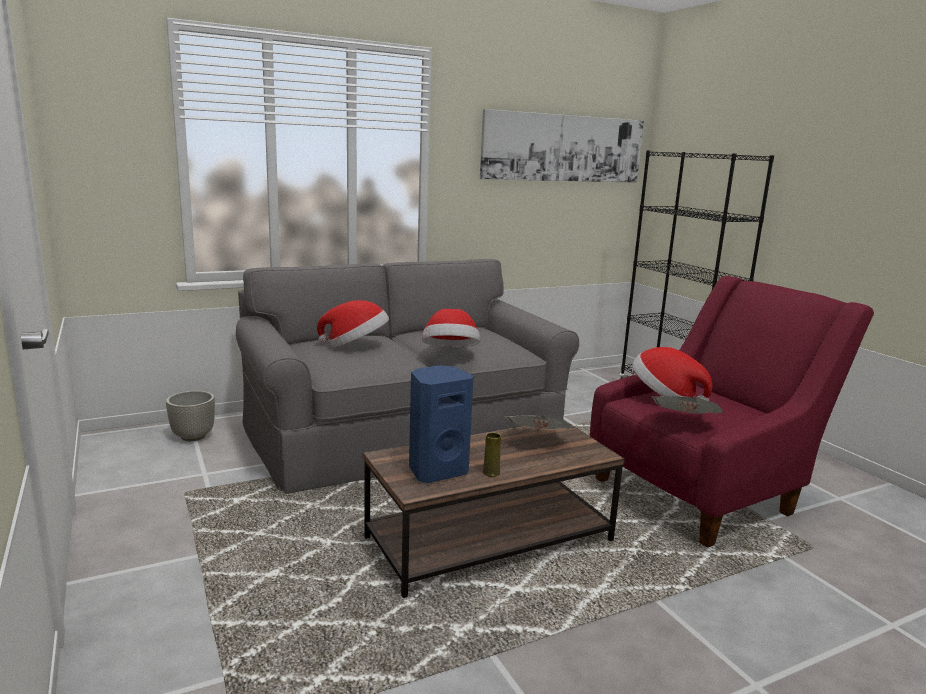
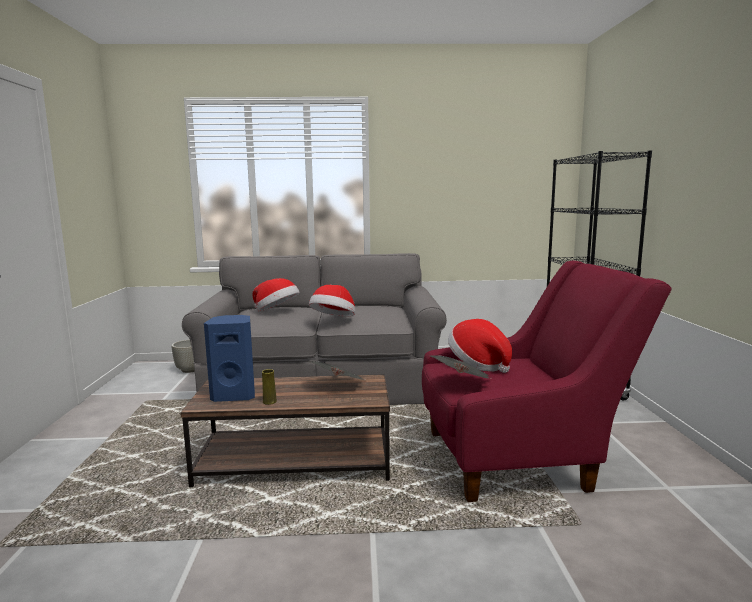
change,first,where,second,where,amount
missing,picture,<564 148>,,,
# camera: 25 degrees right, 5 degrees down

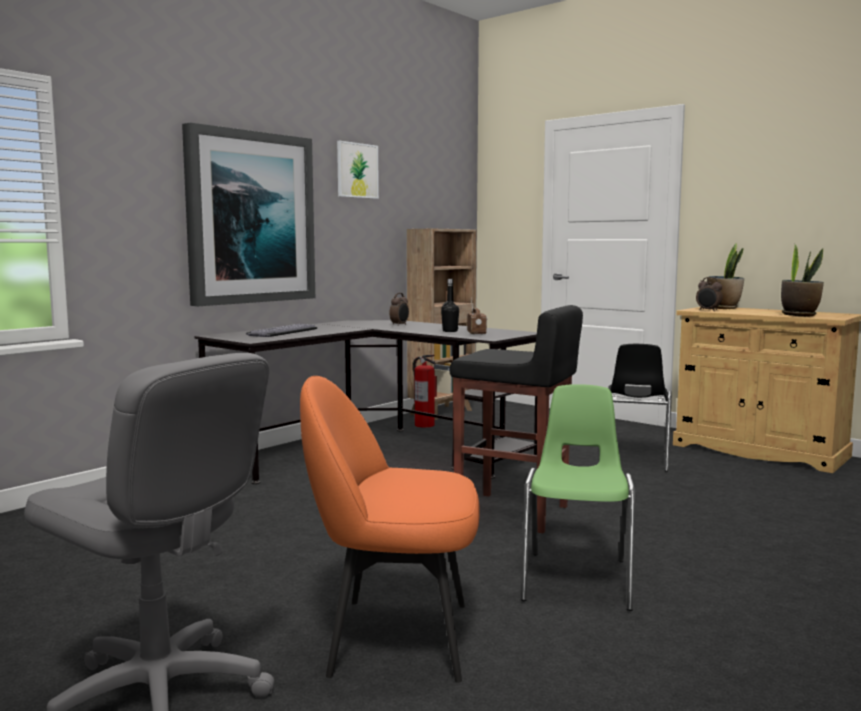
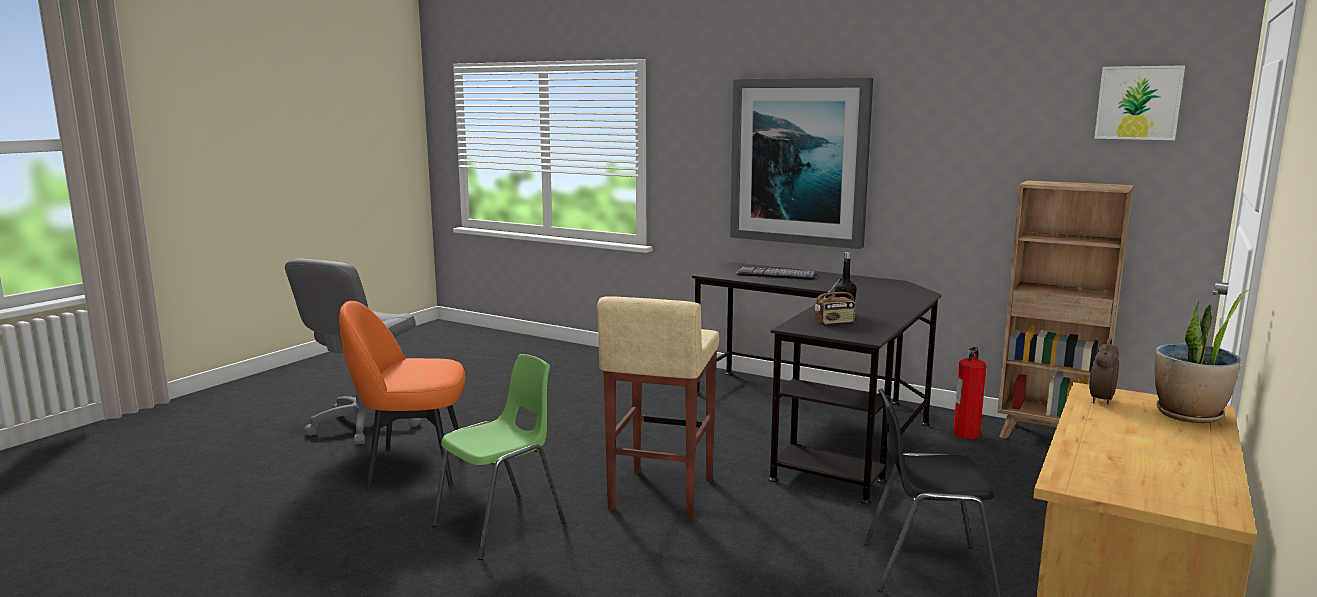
change,first,where,second,where,amount
missing,alarm clock,<399 325>,,,
missing,potted plant,<799 315>,,,
relocated,picture,<357 170>,,<1138 103>,
colour,stool (black),<513 513>,stool (beige),<660 495>,
spun,chair (orange),<395 637>,,<413 467>,90 degrees counterclockwise
spun,chair (green),<577 579>,,<501 525>,45 degrees counterclockwise
# camera: 80 degrees right, 5 degrees up

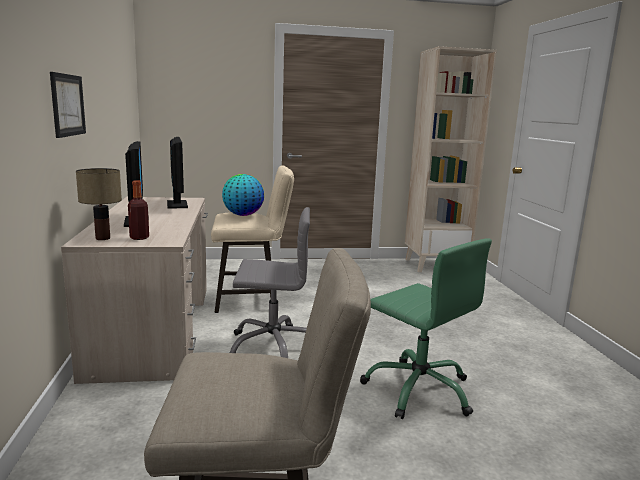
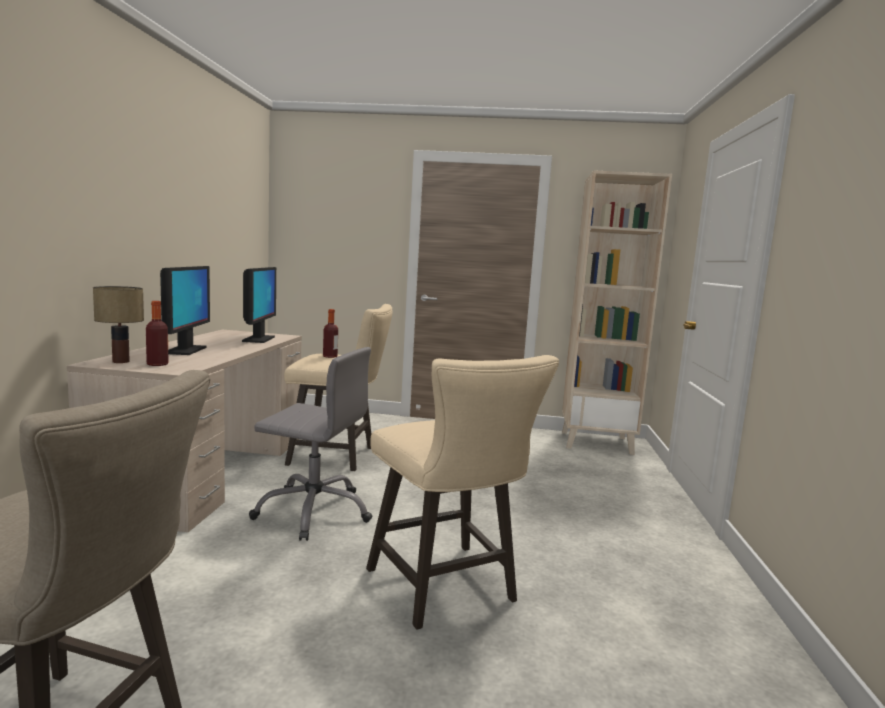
change,first,where,second,where,amount
missing,picture,<67 105>,,,
exchanged,globe,<243 215>,bottle,<330 356>,
exchanged,office chair (green),<419 390>,stool (beige),<447 590>,
# camera: 15 degrees right, 5 degrees down

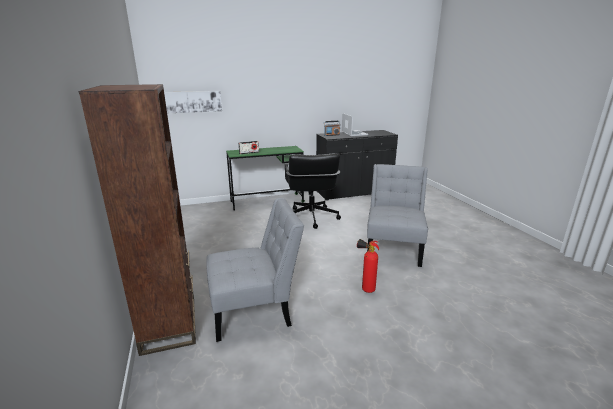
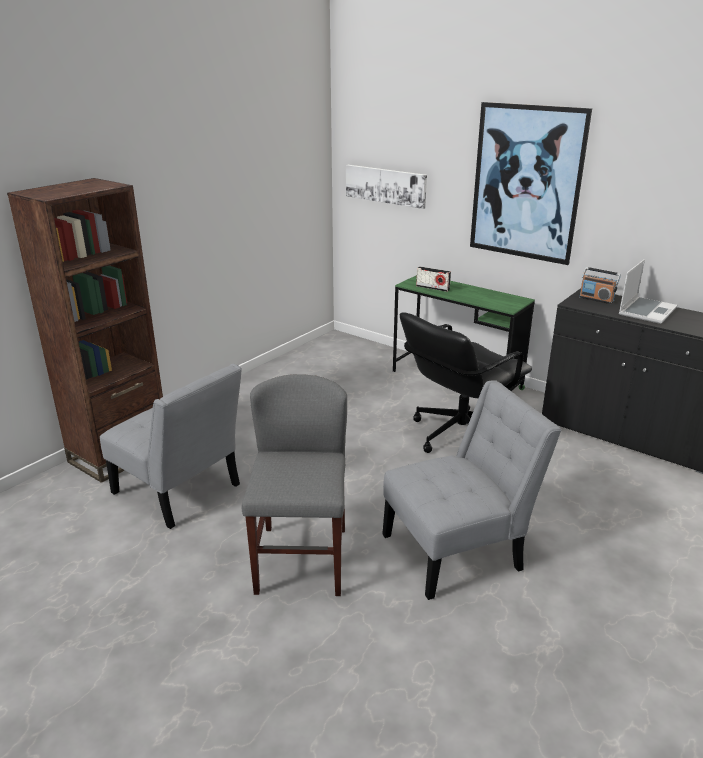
change,first,where,second,where,amount
appeared,,,picture,<526 183>,
exchanged,fire extinguisher,<365 289>,chair (grey),<301 560>,
# camera: 55 degrees right, 5 degrees up

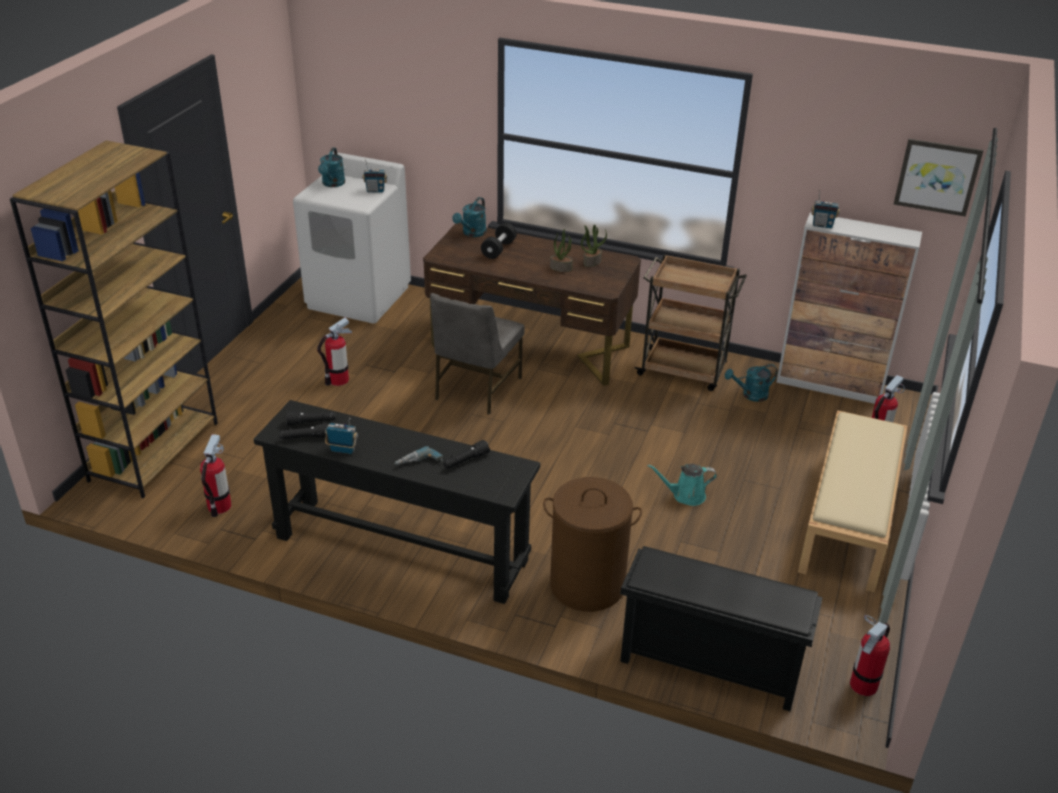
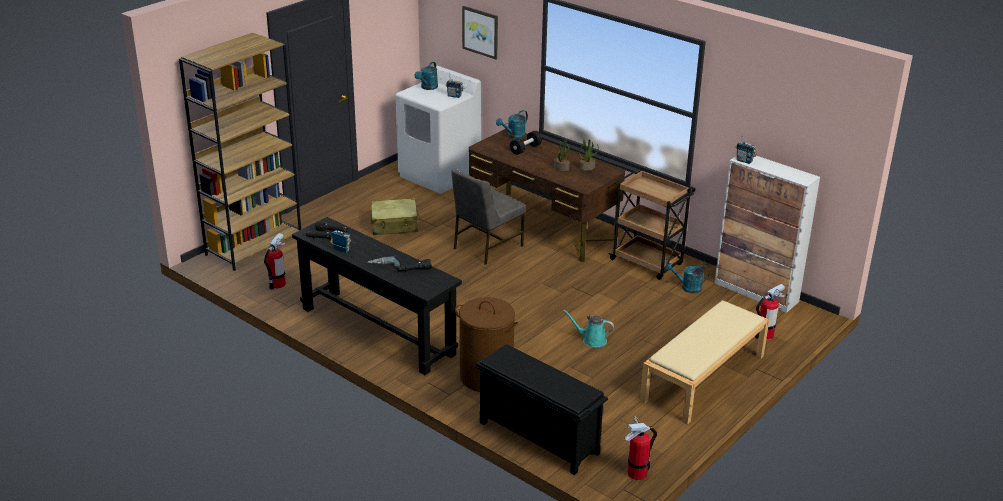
change,first,where,second,where,amount
relocated,picture,<937 176>,,<480 32>,
exchanged,fire extinguisher,<338 380>,suitcase (beige),<395 225>,
# camera: 20 degrees right, 5 degrees down

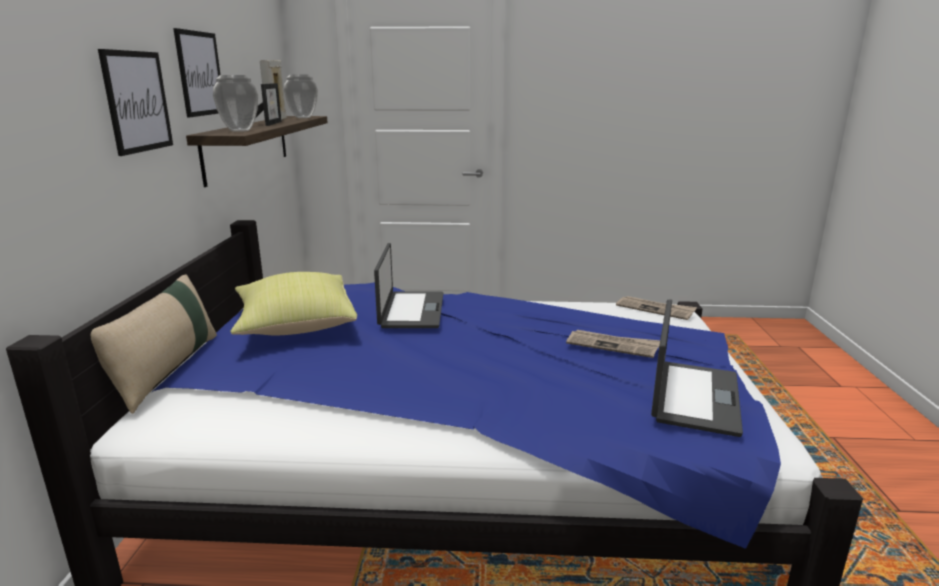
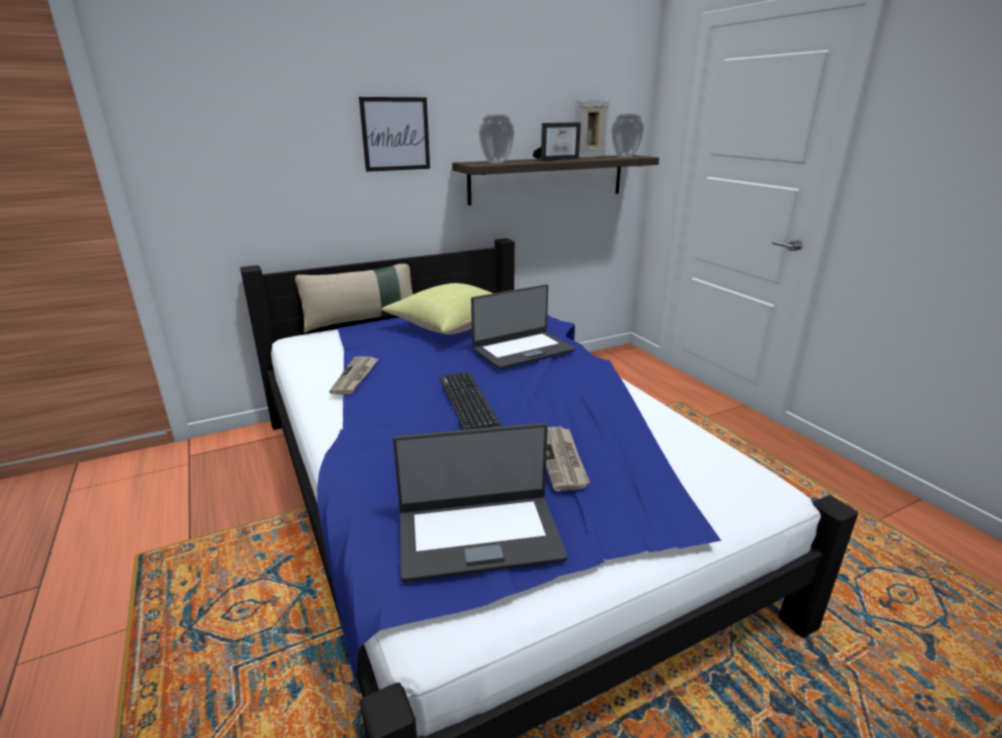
change,first,where,second,where,amount
missing,picture,<200 73>,,,
appeared,,,keyboard,<468 402>,
relocated,newspaper,<655 309>,,<355 377>,
# camera: 60 degrees right, 5 degrees up

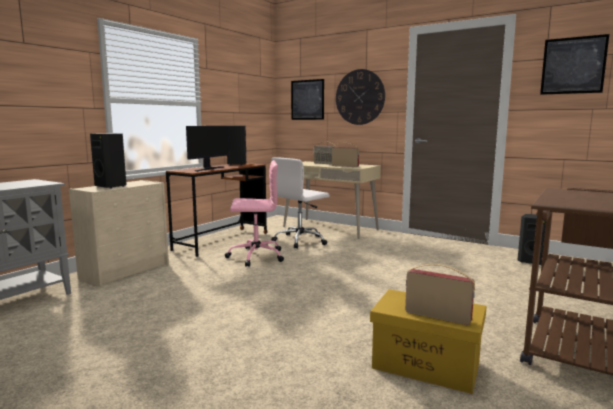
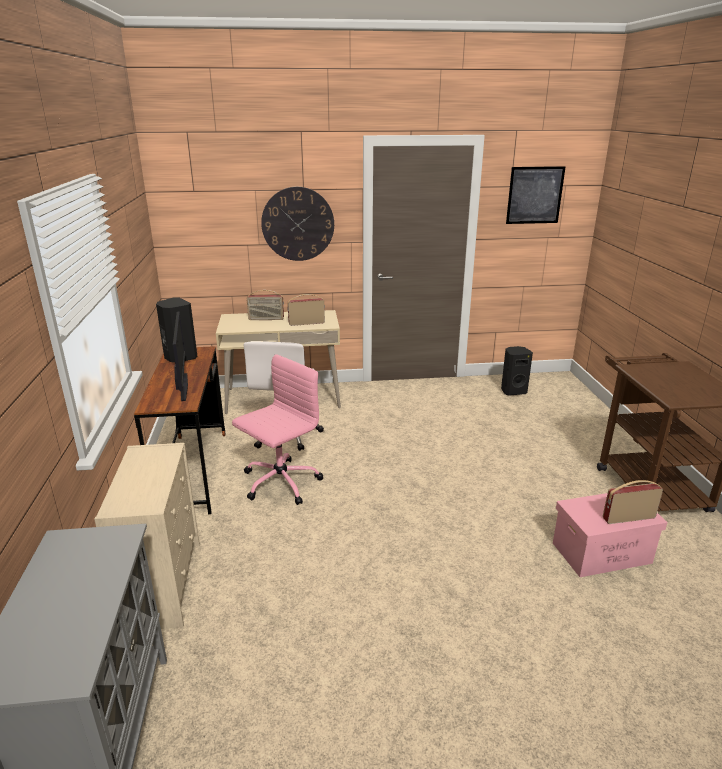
change,first,where,second,where,amount
missing,speaker (black),<112 186>,,,
missing,picture,<307 100>,,,
colour,storage box (yellow),<424 365>,storage box (pink),<600 553>,
# camera: 40 degrees left, 15 degrees up

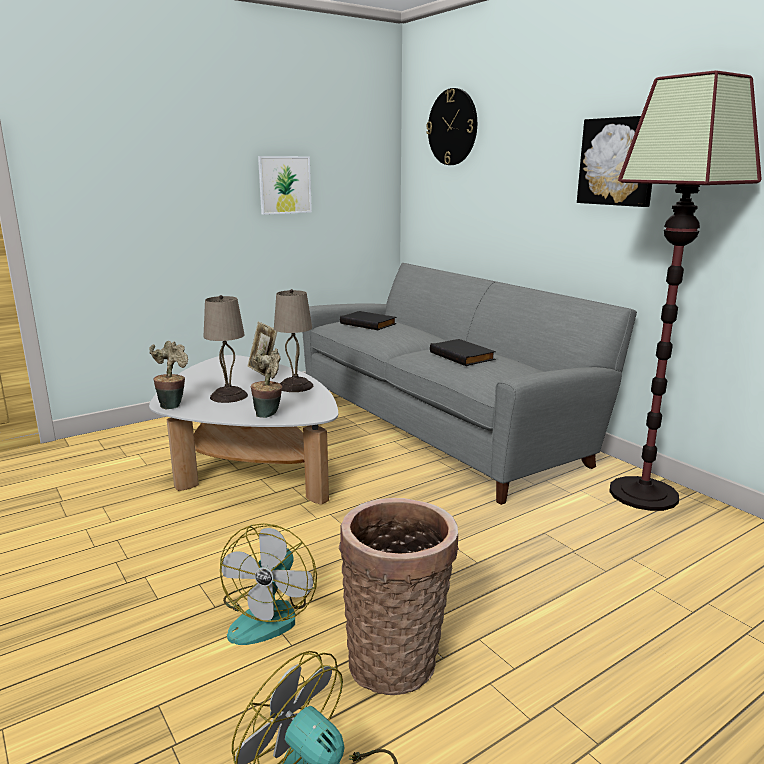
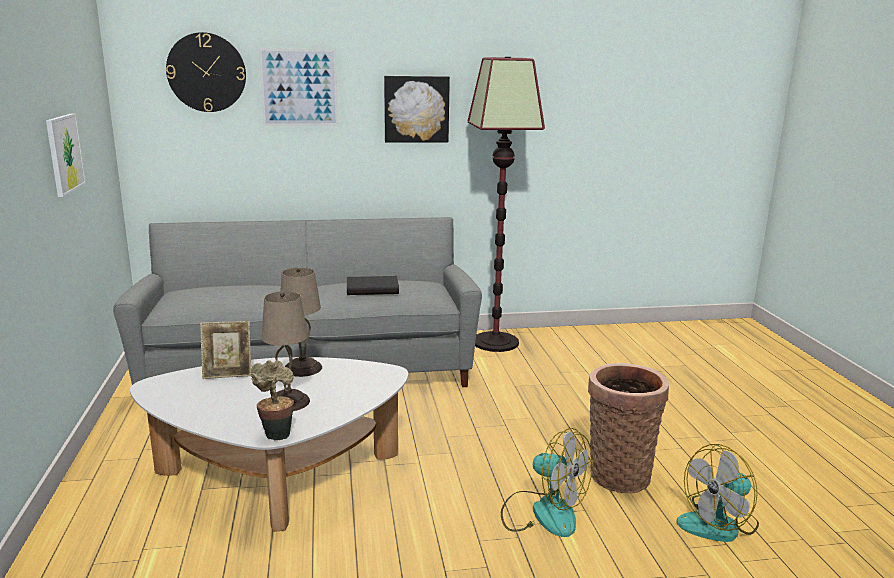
change,first,where,second,where,amount
missing,potted plant,<269 413>,,,
missing,book (black),<369 323>,,,
appeared,,,picture,<299 88>,
# camera: 65 degrees left, 0 degrees up

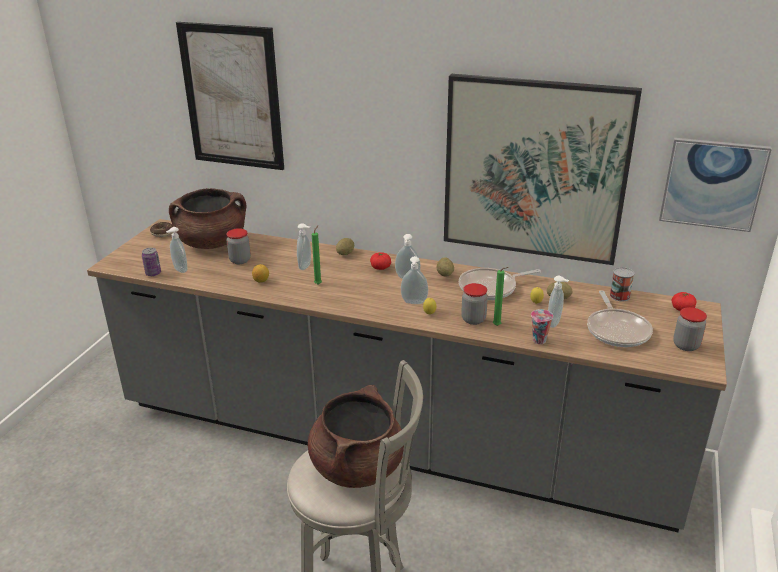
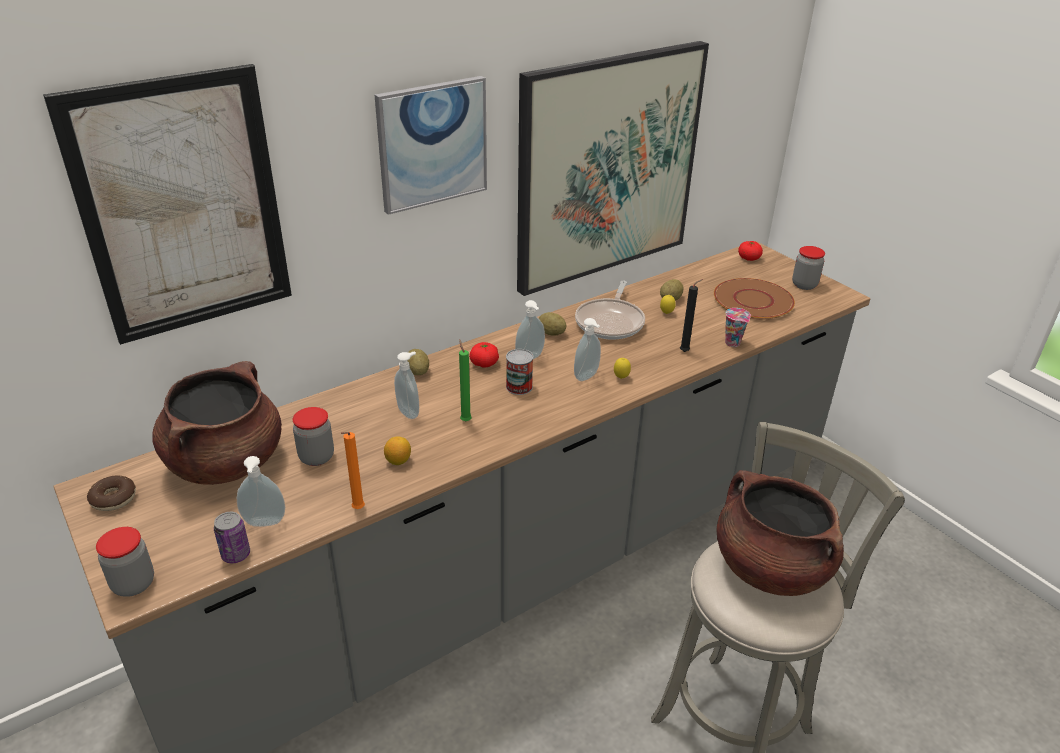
change,first,where,second,where,amount
missing,soap dispenser,<555 323>,,,
appeared,,,candle (orange),<357 510>,
relocated,jar,<473 319>,,<133 584>,
relocated,can,<619 296>,,<519 387>,
relocated,picture,<712 184>,,<432 144>,
exchanged,frying pan,<617 330>,plate (brown),<752 300>,
colour,candle (green),<498 326>,candle (black),<686 351>,
# camera: 55 degrees left, 5 degrees up

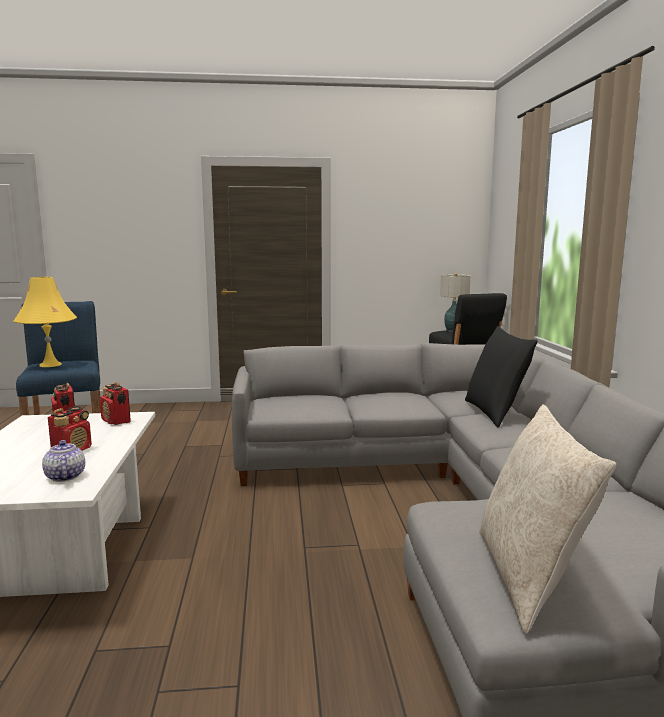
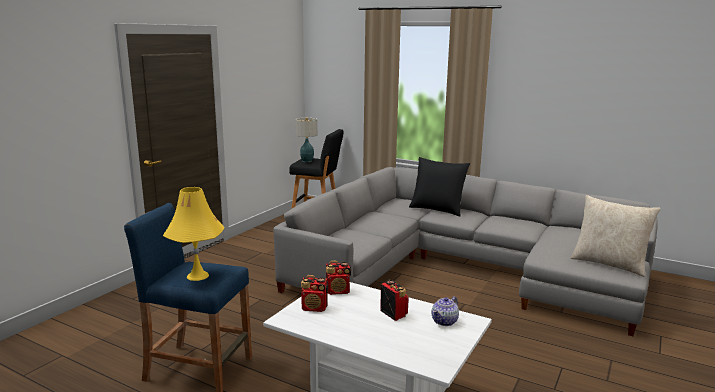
change,first,where,second,where,amount
spun,teapot,<64 477>,,<445 321>,60 degrees counterclockwise
# camera: 55 degrees left, 5 degrees up

